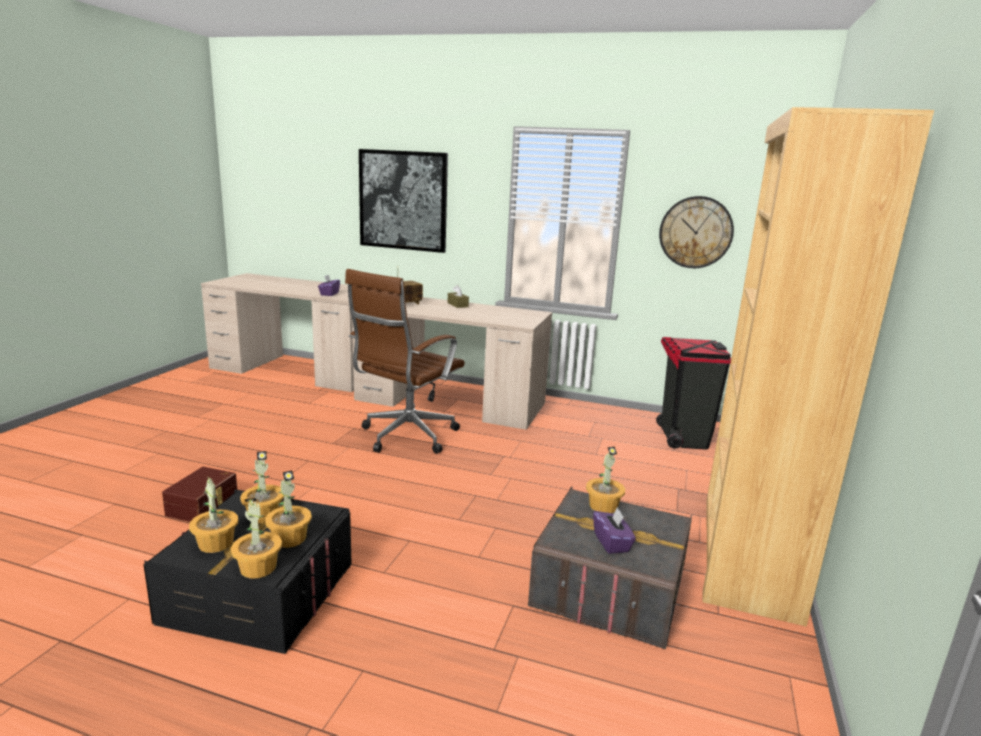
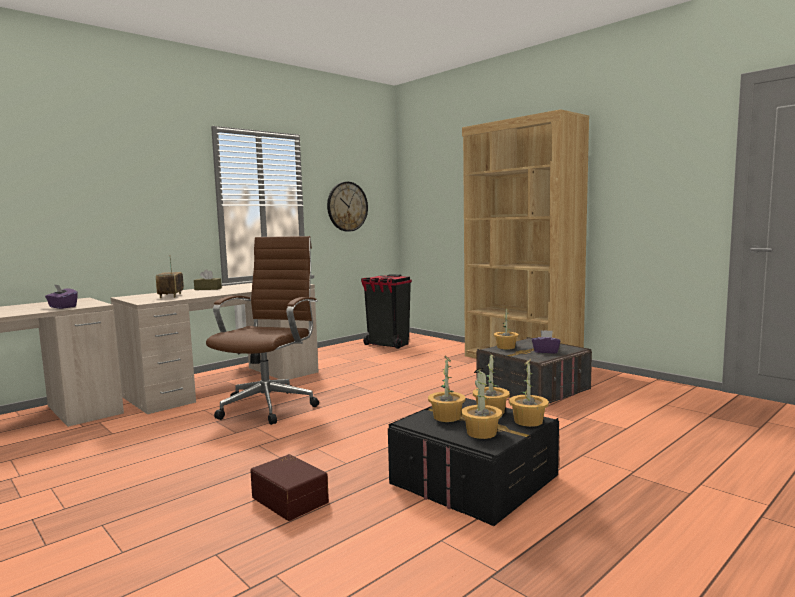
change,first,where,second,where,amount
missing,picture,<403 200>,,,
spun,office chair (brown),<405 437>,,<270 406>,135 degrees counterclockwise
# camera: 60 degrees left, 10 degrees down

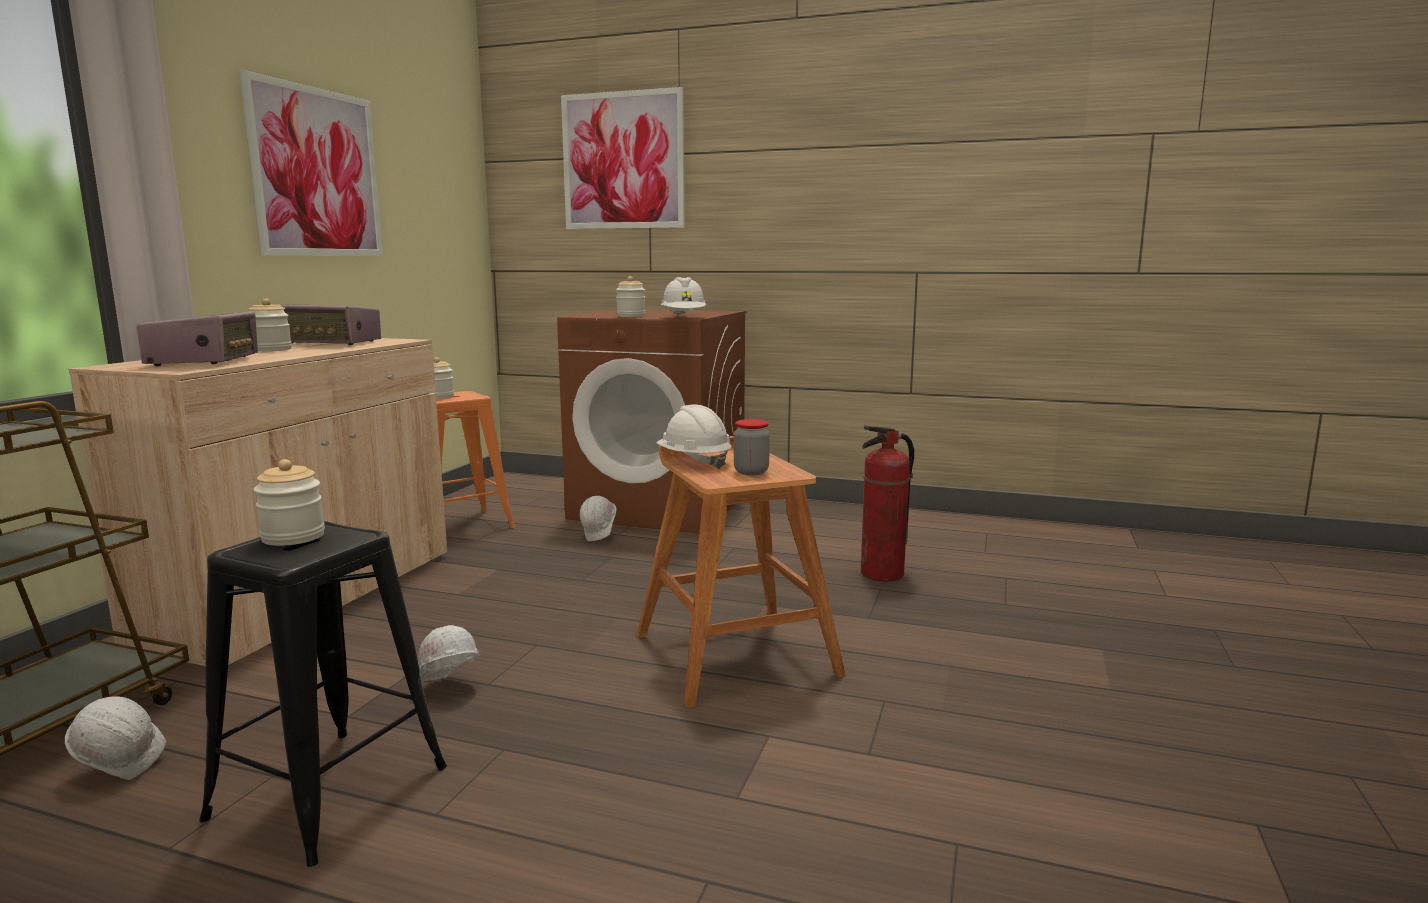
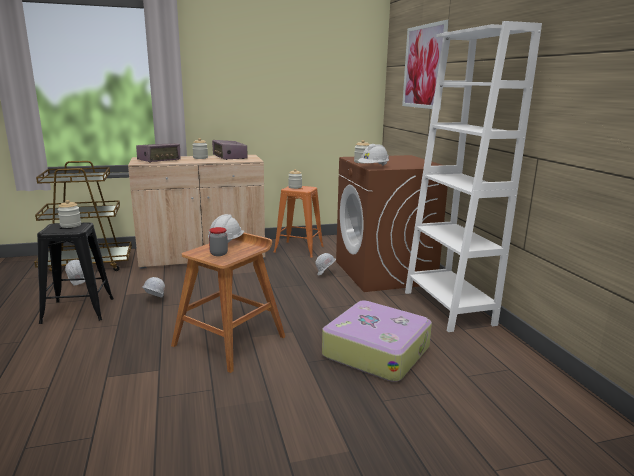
change,first,where,second,where,amount
missing,picture,<316 173>,,,
appeared,,,bookcase (white),<448 308>,
exchanged,fire extinguisher,<882 574>,suitcase,<376 351>,
# camera: 55 degrees right, 5 degrees up

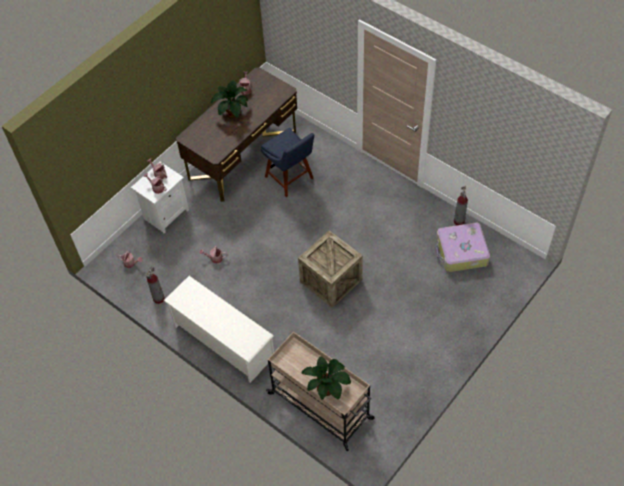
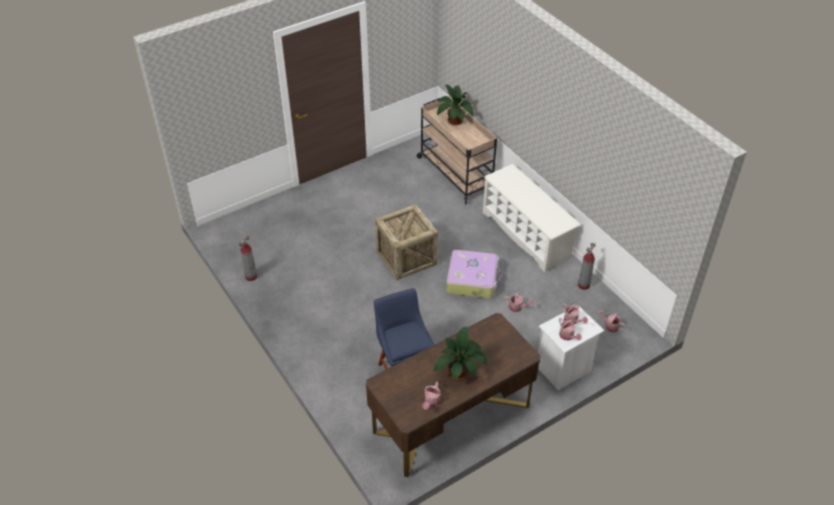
change,first,where,second,where,amount
relocated,suitcase,<461 252>,,<472 279>,
# camera: 165 degrees left, 10 degrees down

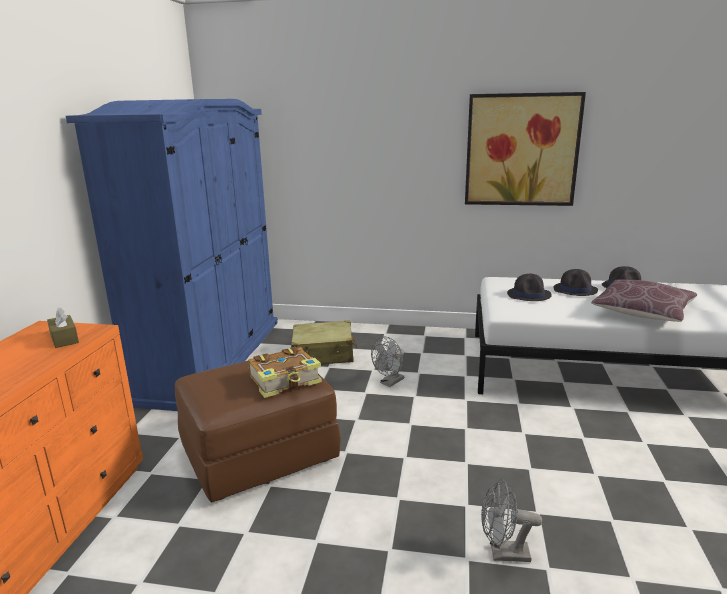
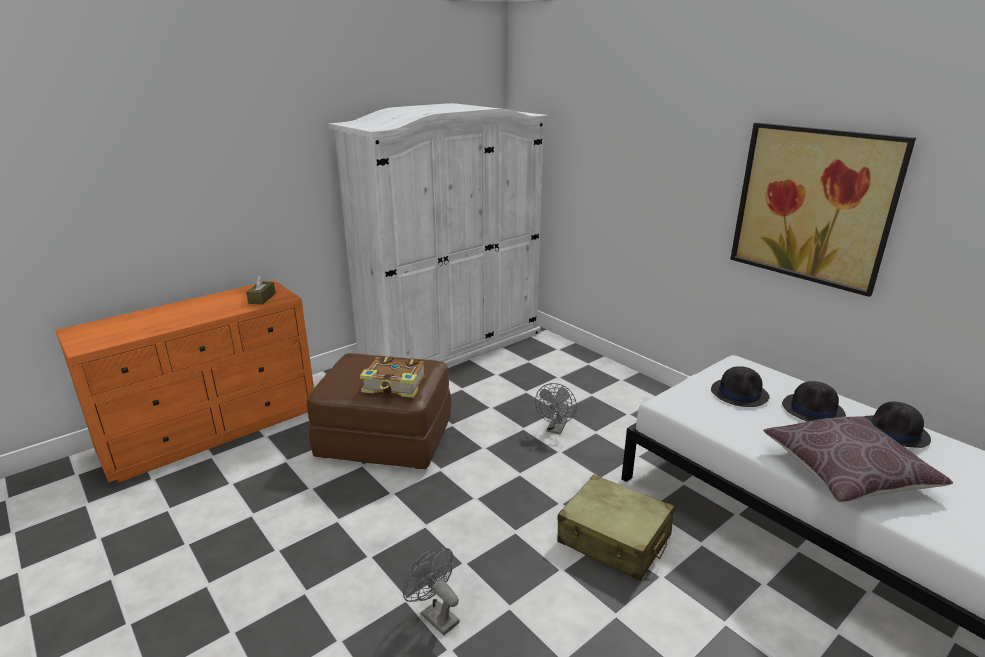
change,first,where,second,where,amount
relocated,suitcase (beige),<323 354>,,<614 539>,
colour,wardrobe (blue),<211 358>,wardrobe (white),<451 346>,
spun,fan (grey),<390 383>,,<556 429>,60 degrees counterclockwise
# camera: 40 degrees right, 5 degrees up

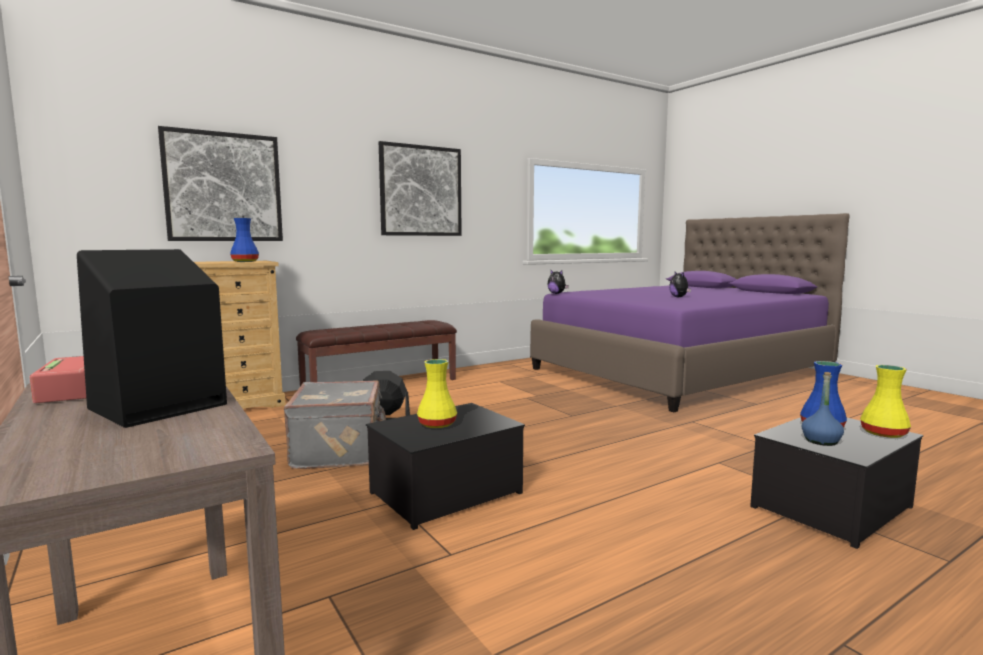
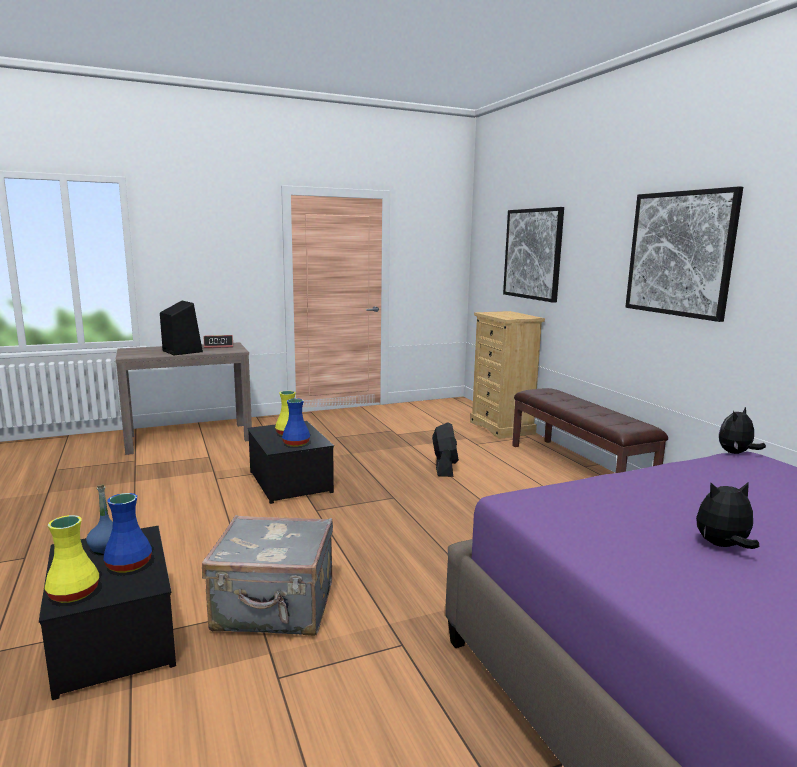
change,first,where,second,where,amount
relocated,vase (blue),<245 261>,,<295 444>,
relocated,suitcase (grey),<340 451>,,<275 608>,
# camera: 100 degrees right, 5 degrees up

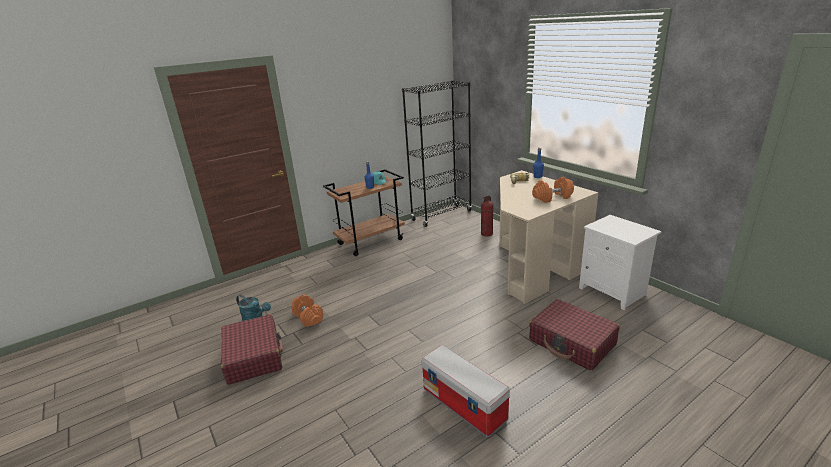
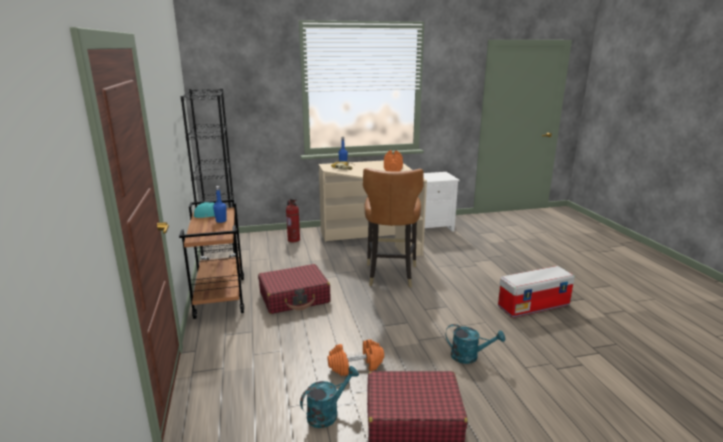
change,first,where,second,where,amount
appeared,,,chair (brown),<390 274>,
appeared,,,watering can (turquoise),<469 356>,
relocated,suitcase (red),<572 343>,,<294 297>,
# camera: 70 degrees left, 5 degrees down

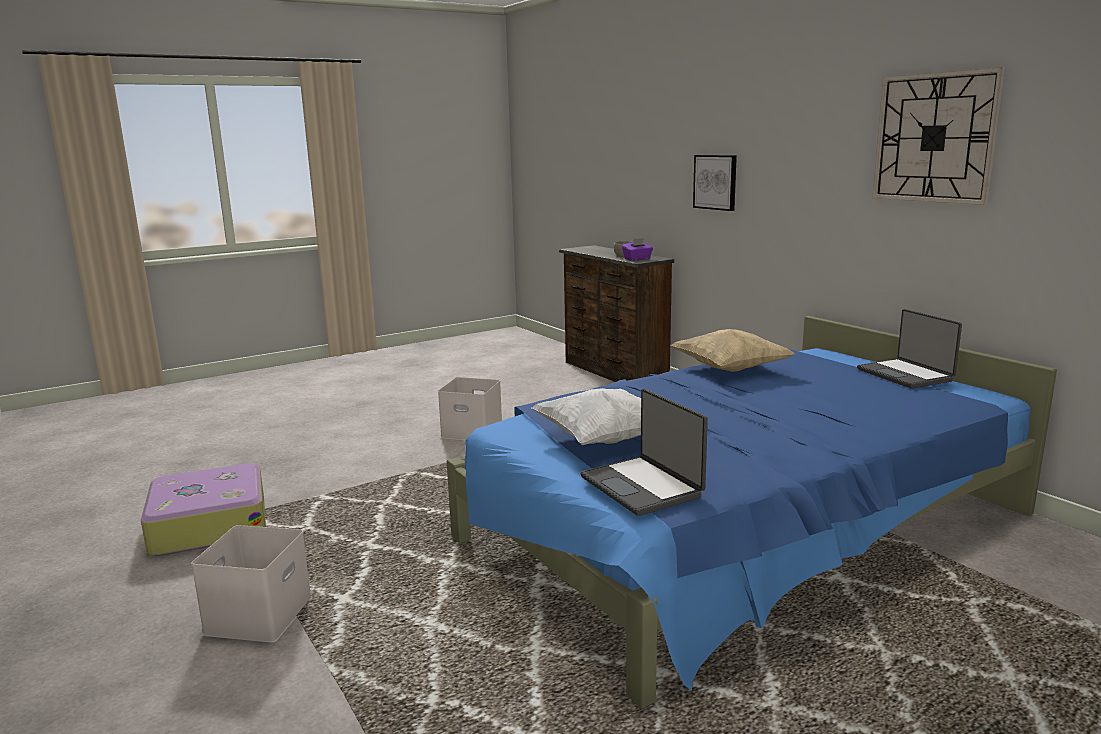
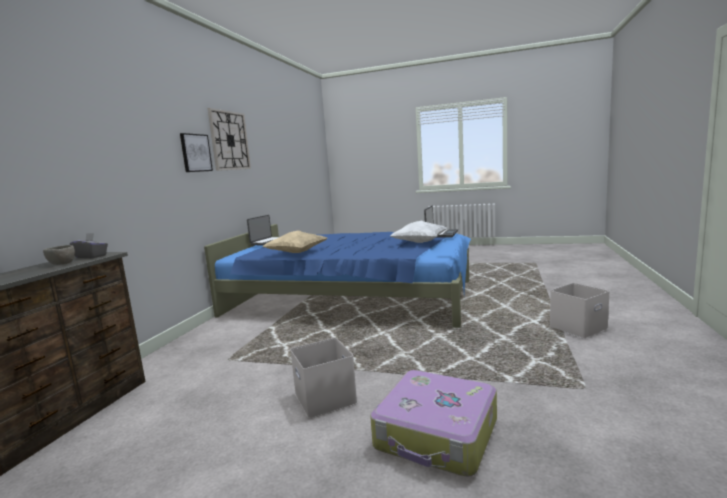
change,first,where,second,where,amount
relocated,suitcase,<208 524>,,<437 435>,
relocated,picture,<715 182>,,<195 153>,
colour,tissue box (purple),<637 259>,tissue box (grey),<91 256>,
# camera: 130 degrees left, 5 degrees down

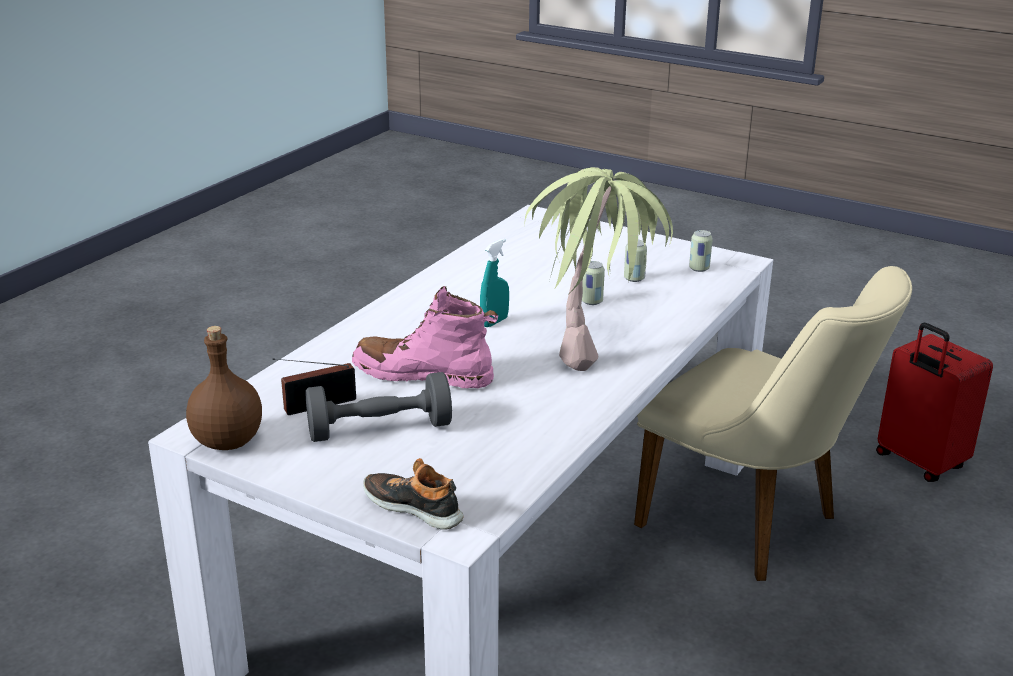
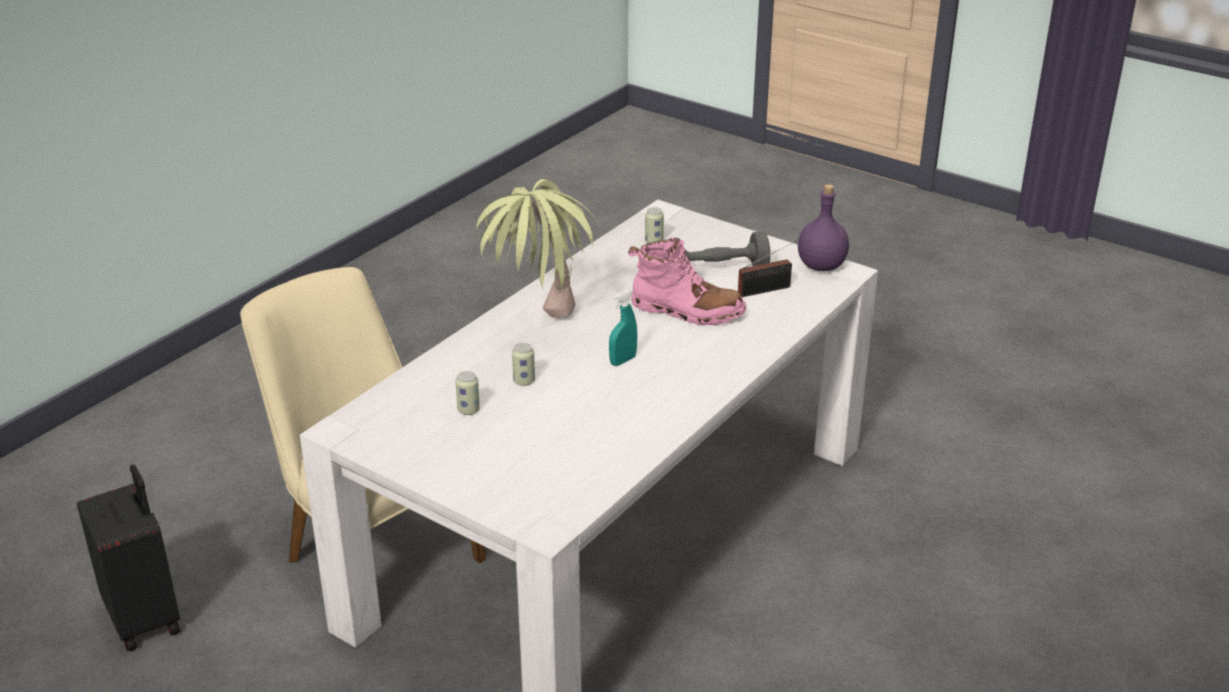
change,first,where,second,where,amount
missing,shoe,<414 507>,,,
relocated,can,<699 268>,,<654 241>,
colour,bottle (brown),<226 441>,bottle (purple),<822 266>,
colour,suitcase (red),<918 462>,suitcase (black),<145 618>,
# camera: 175 degrees left, 5 degrees up

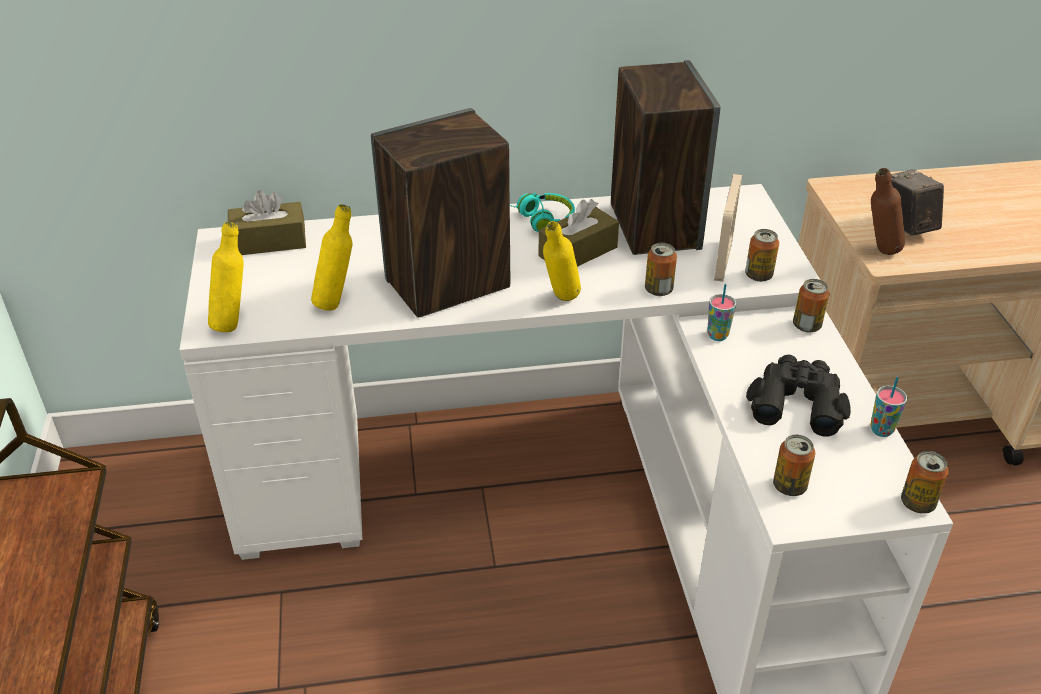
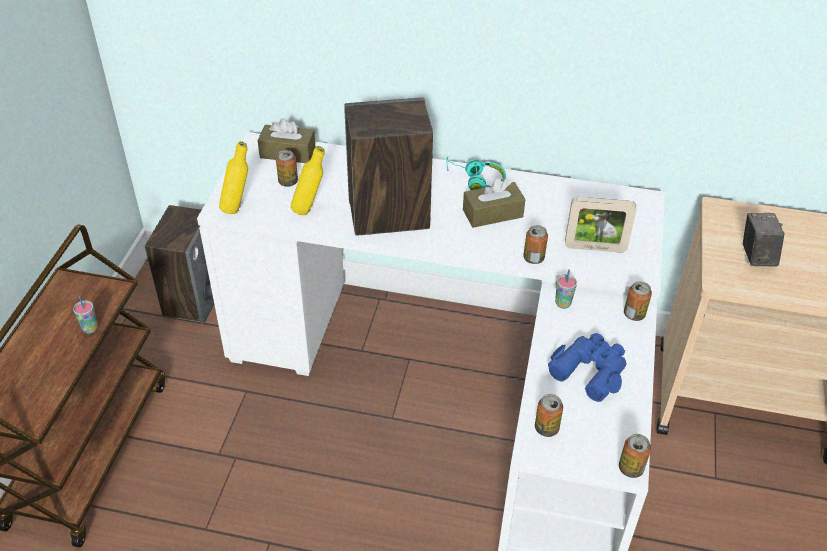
change,first,where,second,where,amount
missing,bottle (yellow),<560 302>,,,
missing,bottle (brown),<878 253>,,,
relocated,speaker,<653 226>,,<194 298>,
relocated,can,<758 275>,,<288 182>,
relocated,cup,<881 430>,,<90 328>,
colour,binoculars (black),<797 402>,binoculars (blue),<590 370>,
spun,picture frame,<723 261>,,<595 248>,60 degrees clockwise
# camera: 20 degrees right, 5 degrees up

